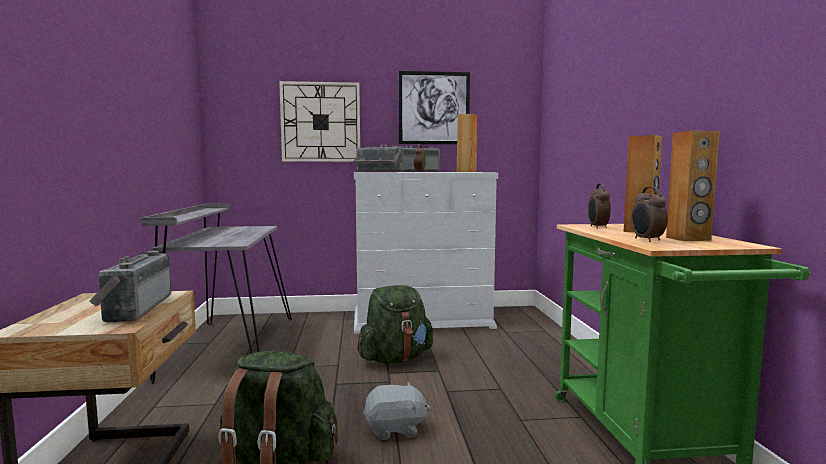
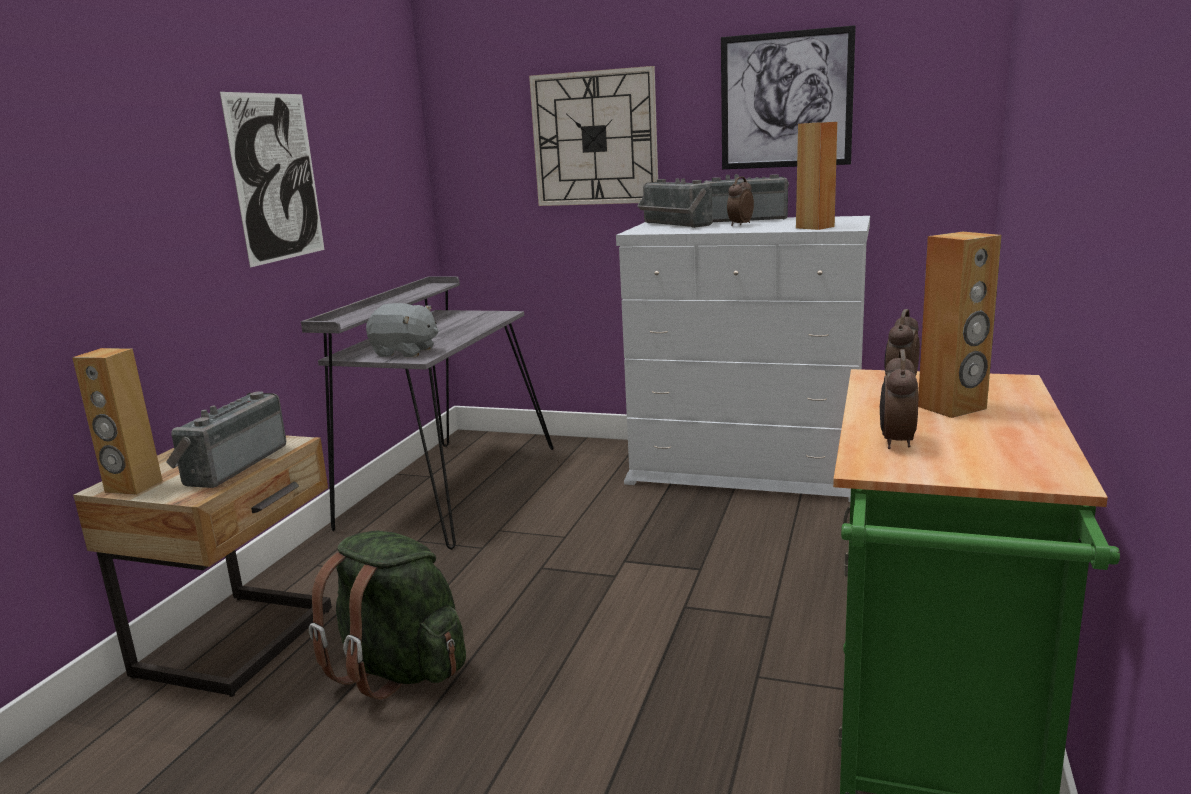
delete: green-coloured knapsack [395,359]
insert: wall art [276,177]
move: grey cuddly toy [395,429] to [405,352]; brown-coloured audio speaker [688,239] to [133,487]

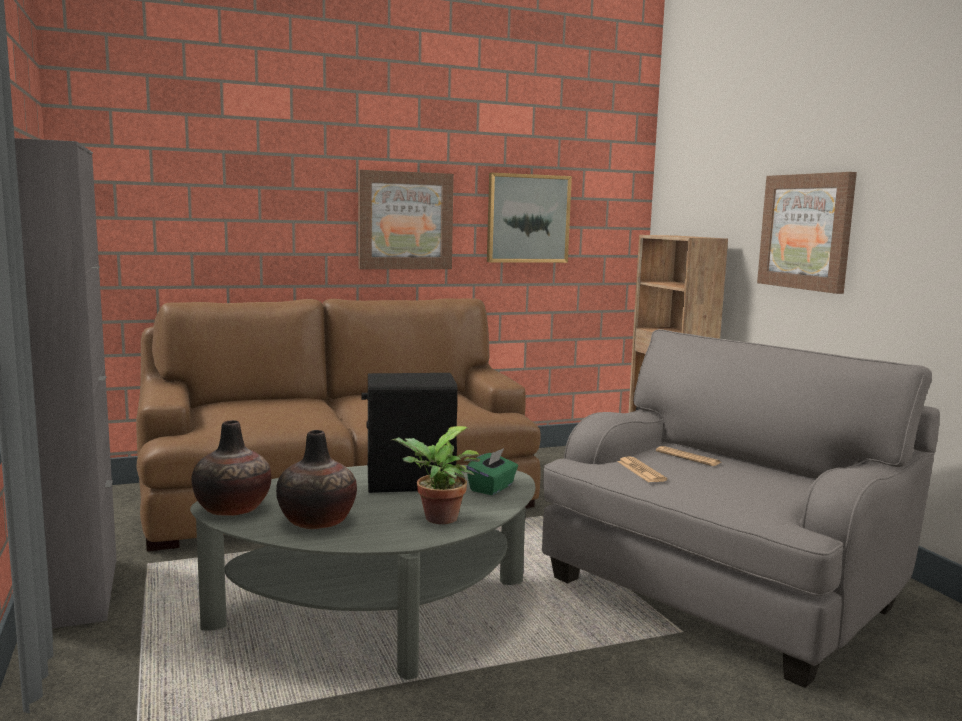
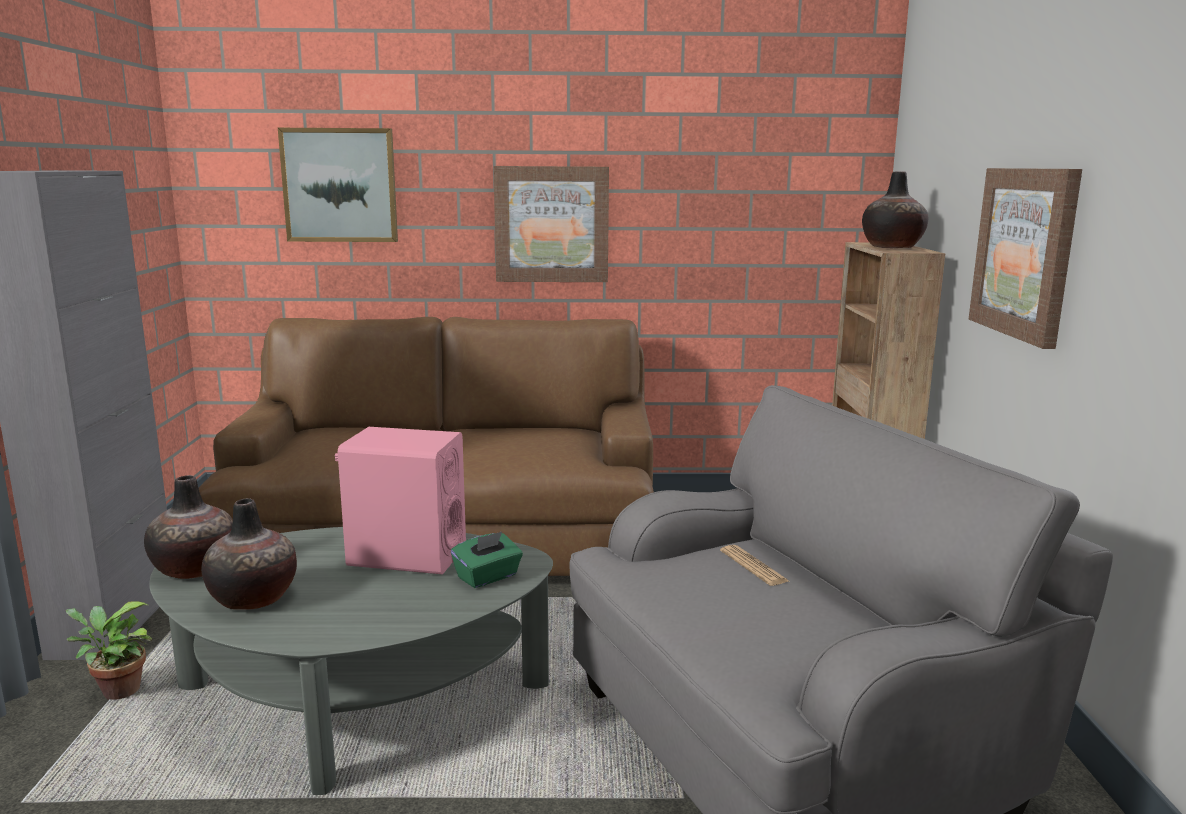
delete: printed paper [641,471]
insert: flower vase [892,247]
move: houseplant [437,519] to [116,691]; wall art [528,218] to [340,185]
recolor: blackish audio speaker [409,482] to pinkish audio speaker [406,556]

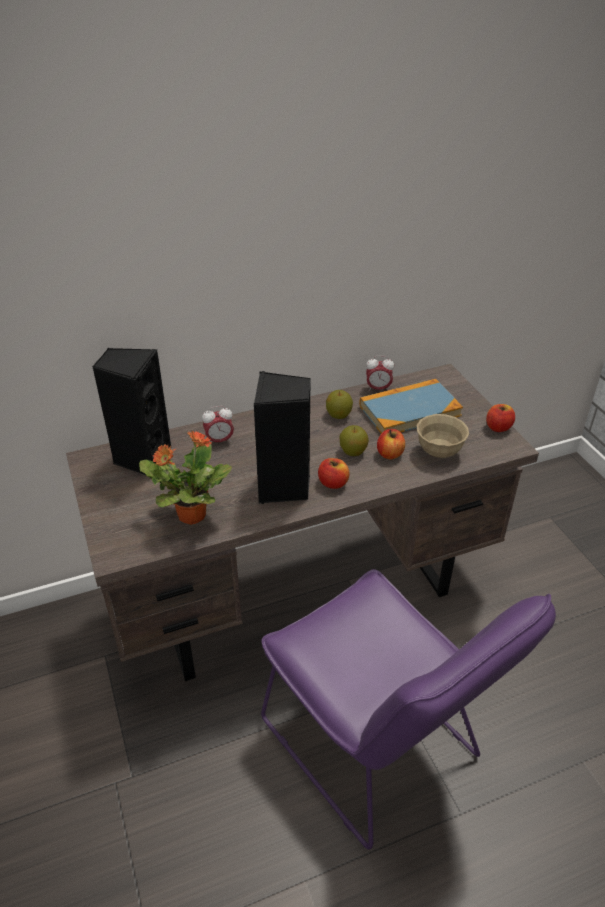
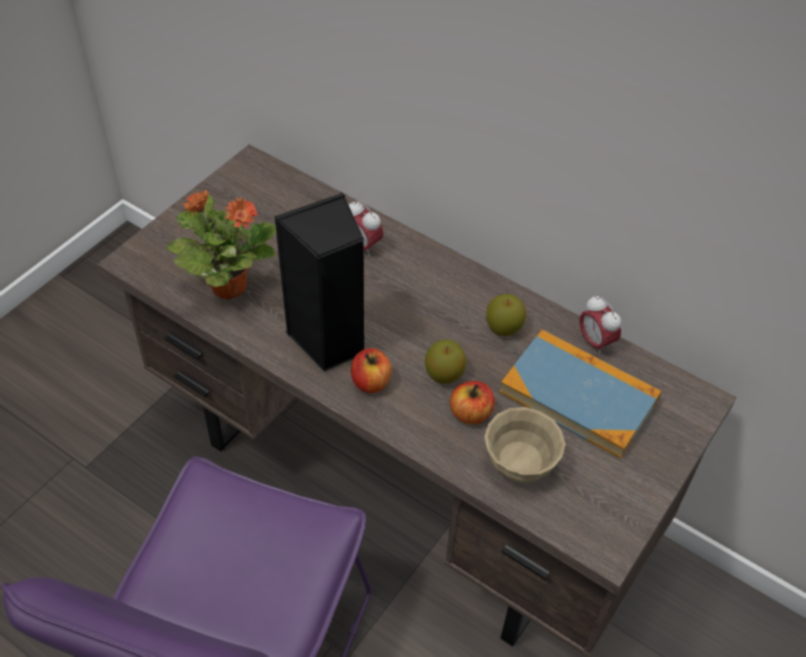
delete: blackish audio speaker [142,458]; apple [498,427]

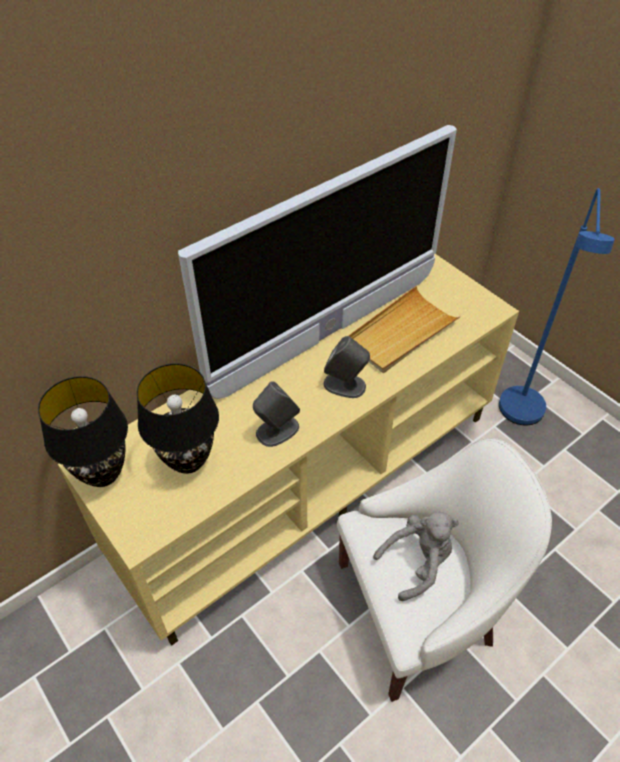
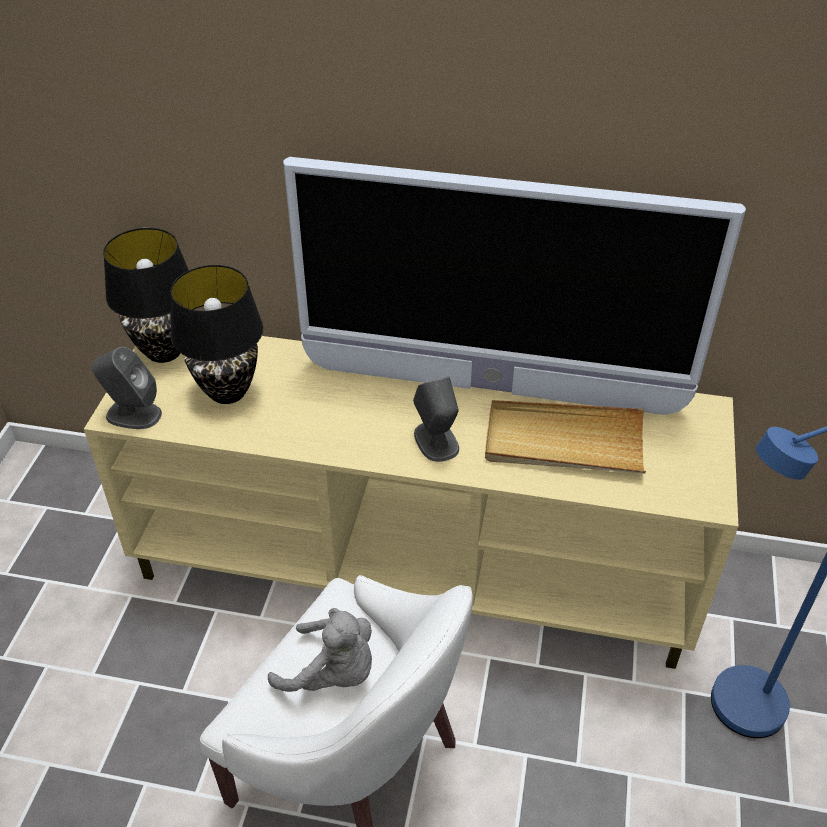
move: grey audio speaker [277,430] to [133,414]

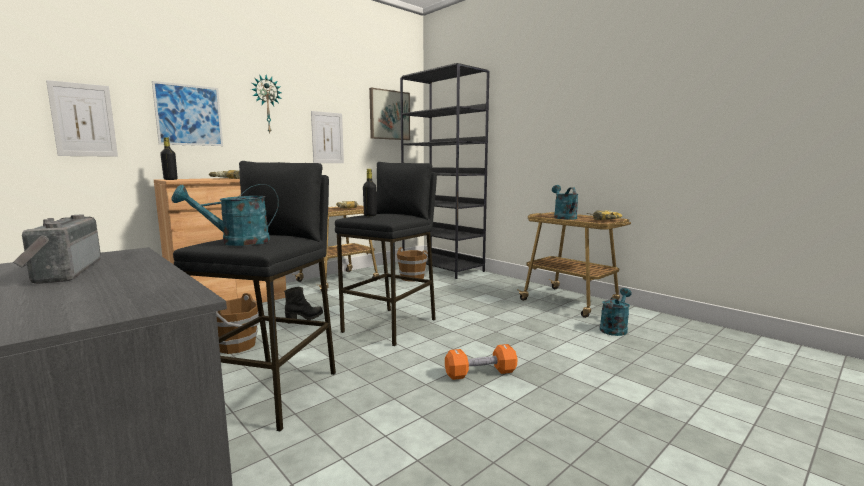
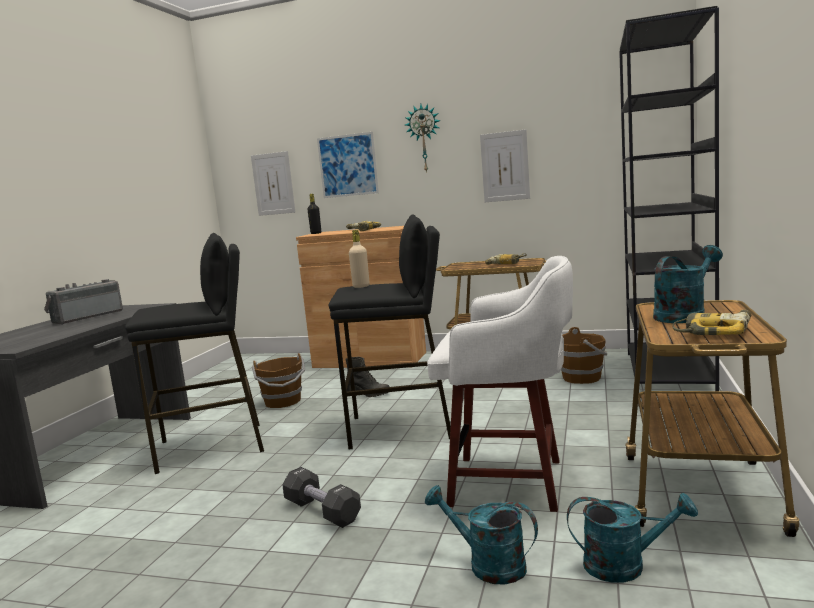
delete: wall art [389,115]
insert: white stool seat [512,482]
move: turquoise-coloured watering pot [236,242] to [487,565]
recolor: blackish bottle [370,215] to sand-coloured bottle [361,286]; orange hand weight [480,373] to blackish hand weight [322,511]

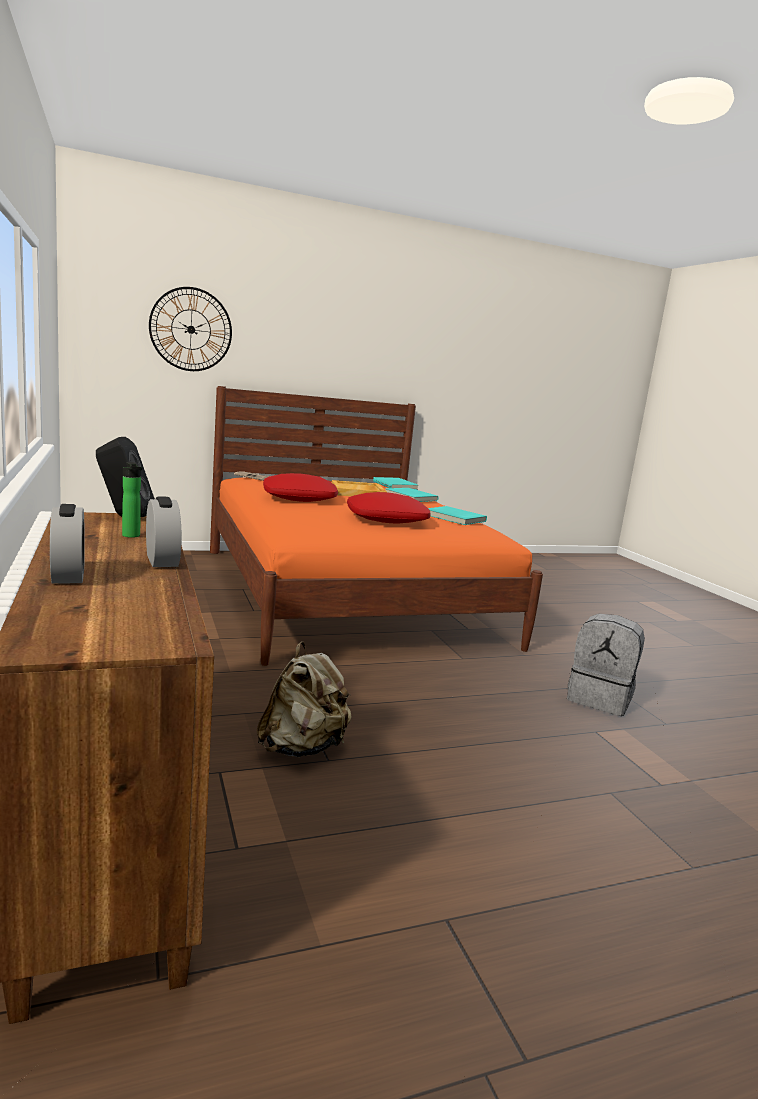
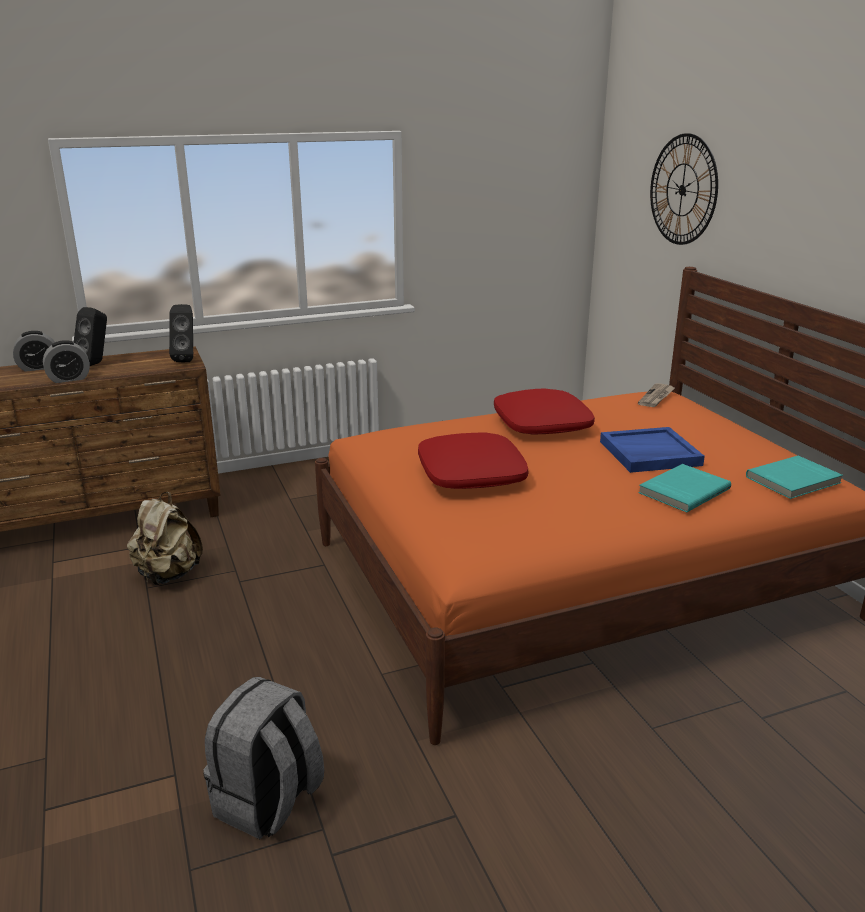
delete: bottle [132,536]; turquoise-coloured bound book [454,518]
insert: blackish audio speaker [96,363]
recolor: sand-coloured carrying tray [358,492] to blue carrying tray [649,453]

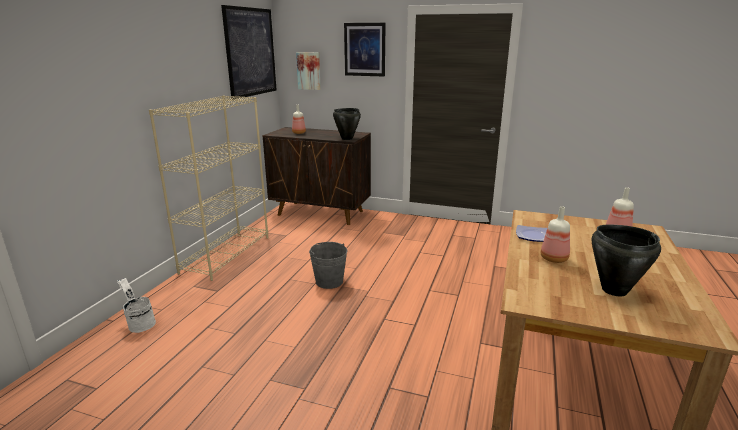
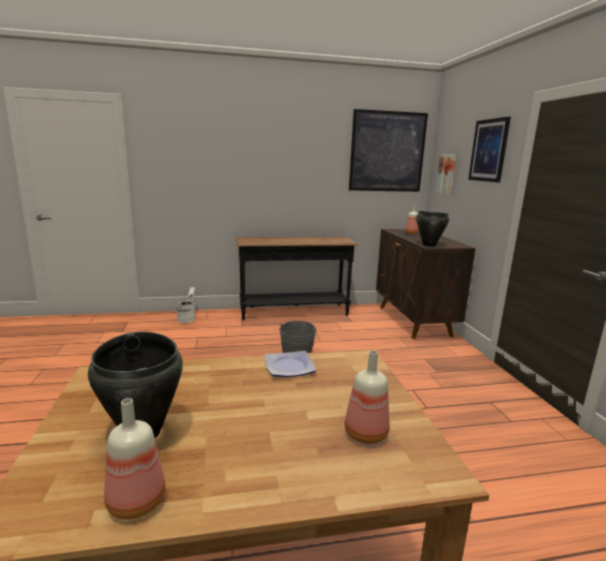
move: bottle [554,259] to [136,503]
replace: sand-coloured bookshelf [226,254] to blackish narrow table [294,312]

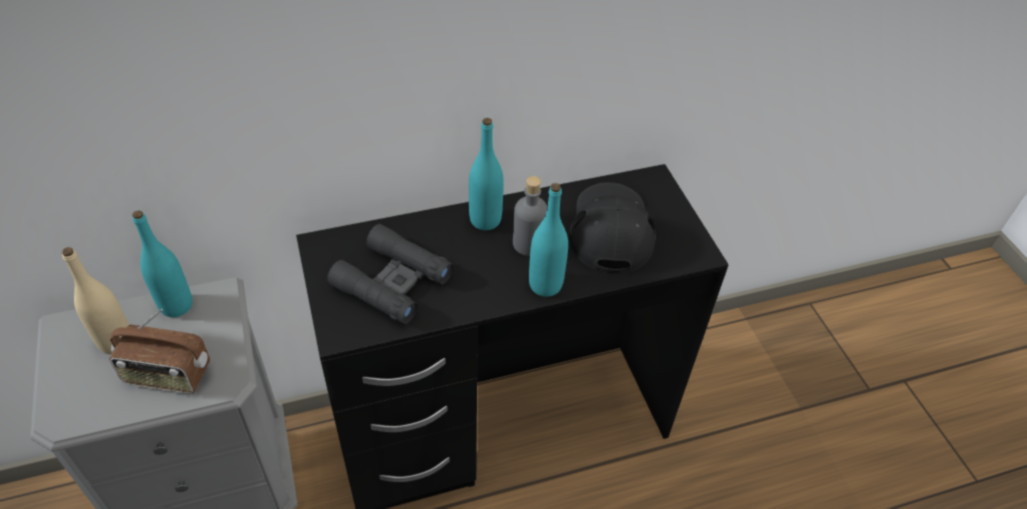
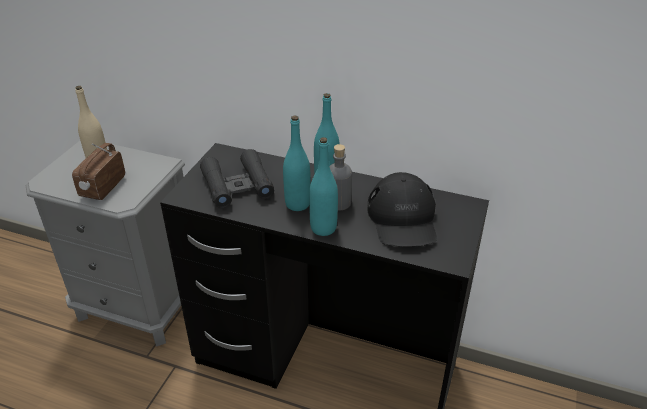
move: turquoise-coloured bottle [176,305] to [297,204]
rotate: radio receiver [167,376] = [102,187] 60 degrees clockwise; blackish cap [610,229] = [403,219] 135 degrees clockwise

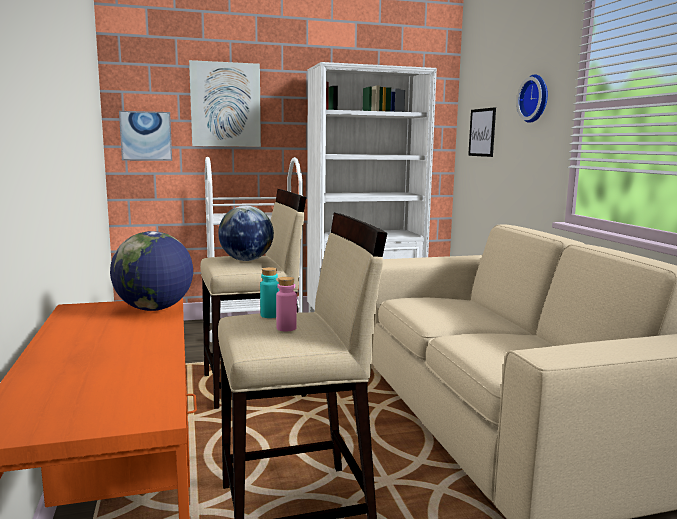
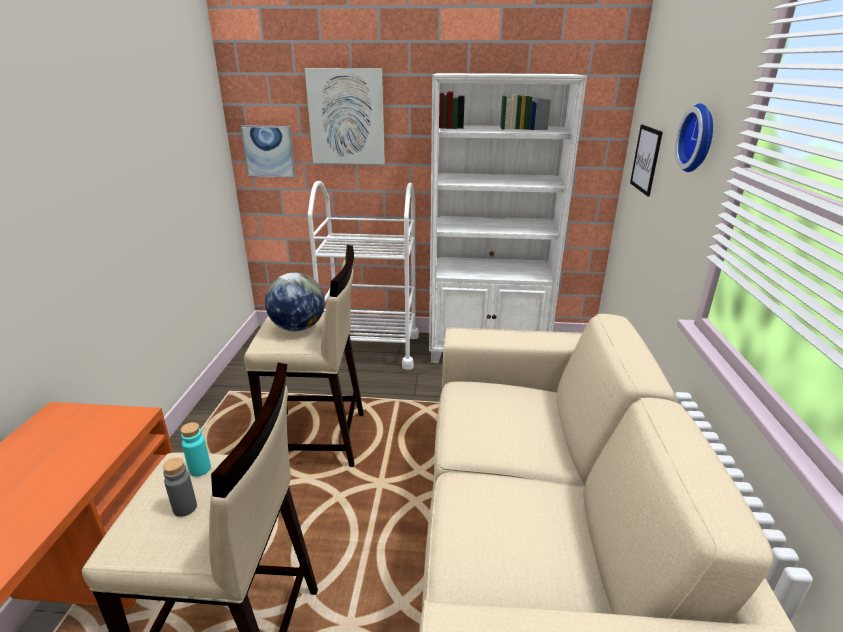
delete: globe [154,309]
recolor: pinkish bottle [286,328] to grey bottle [185,508]

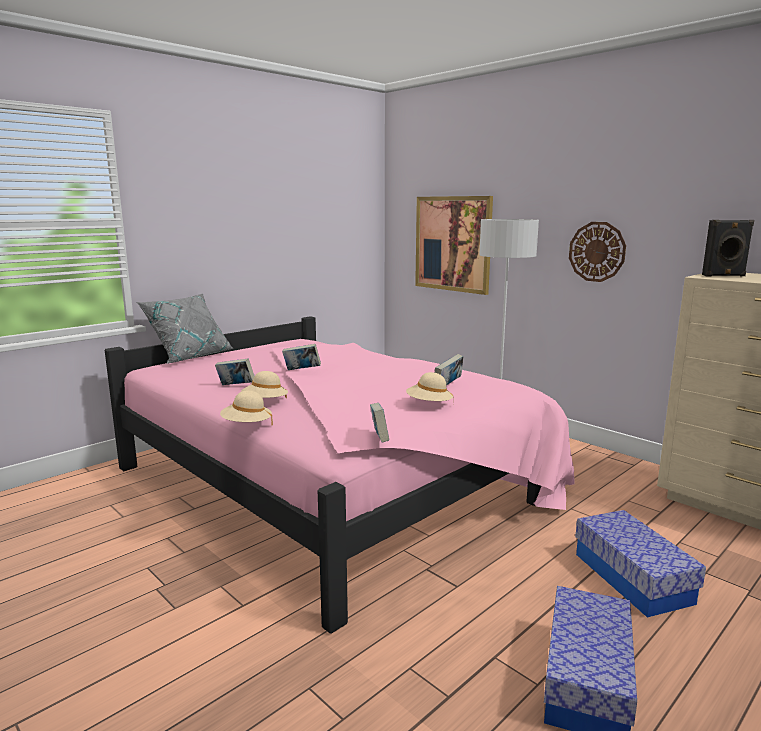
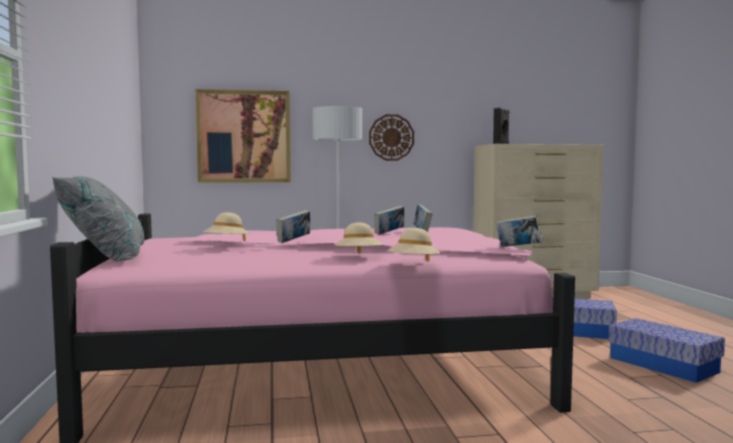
move: bound book [236,386] to [389,233]; sand-coloured wearable hat [429,405] to [227,244]

